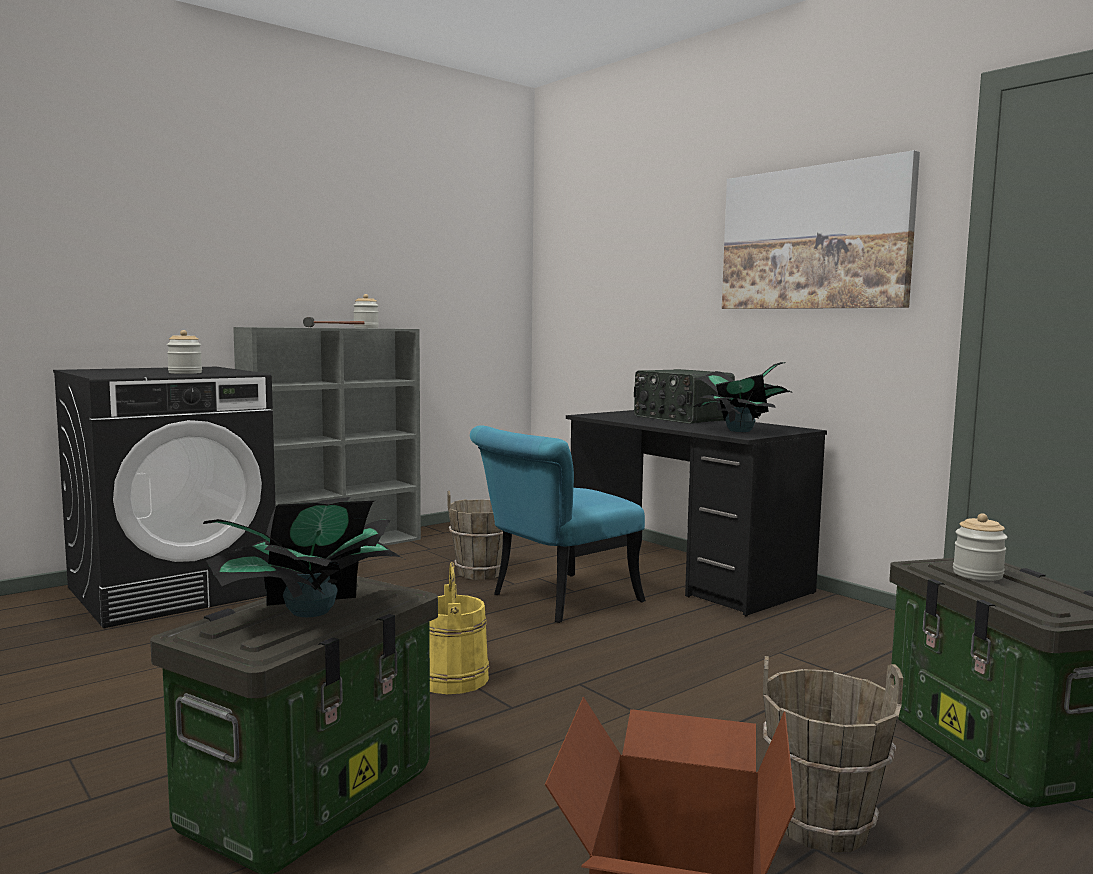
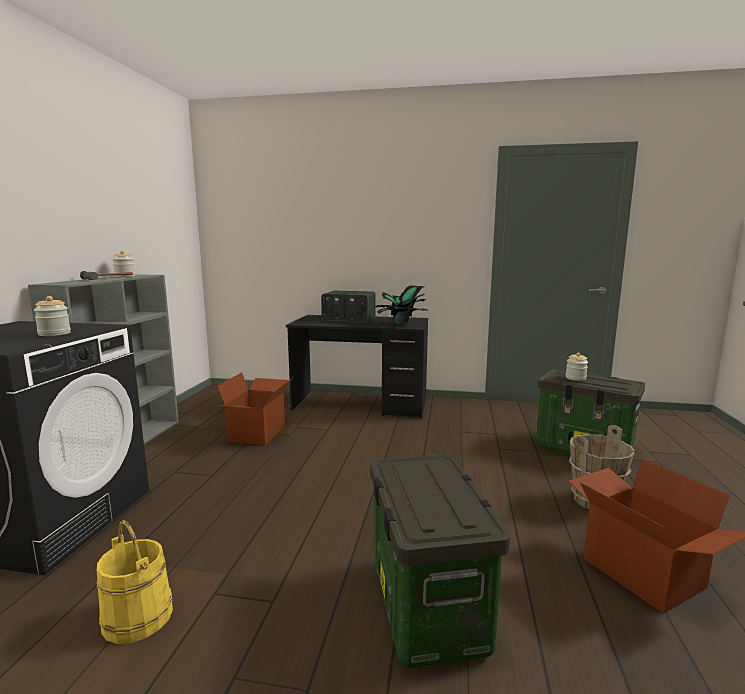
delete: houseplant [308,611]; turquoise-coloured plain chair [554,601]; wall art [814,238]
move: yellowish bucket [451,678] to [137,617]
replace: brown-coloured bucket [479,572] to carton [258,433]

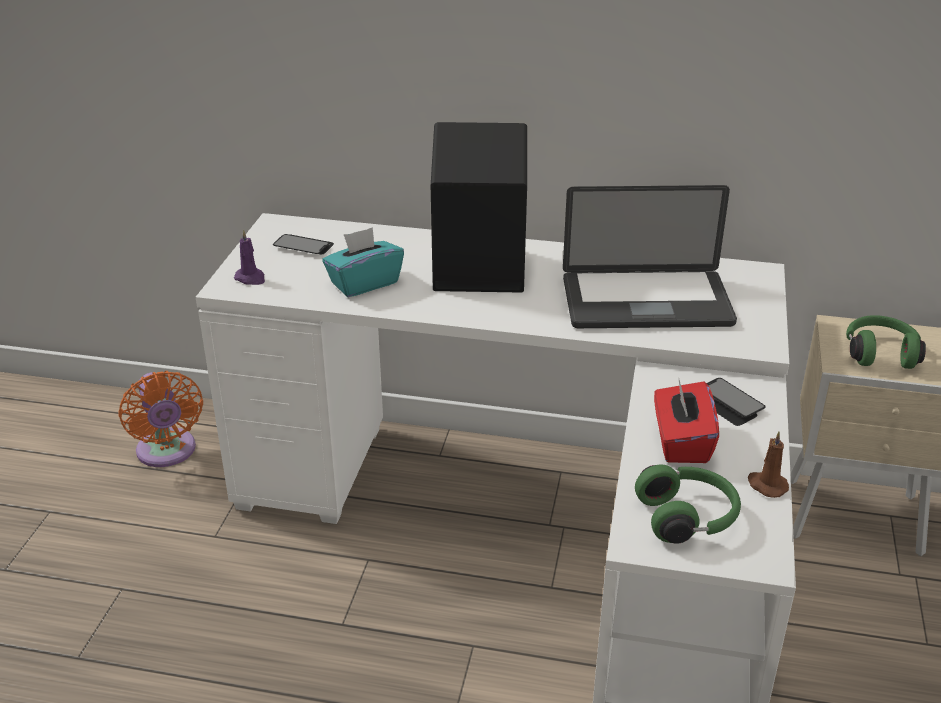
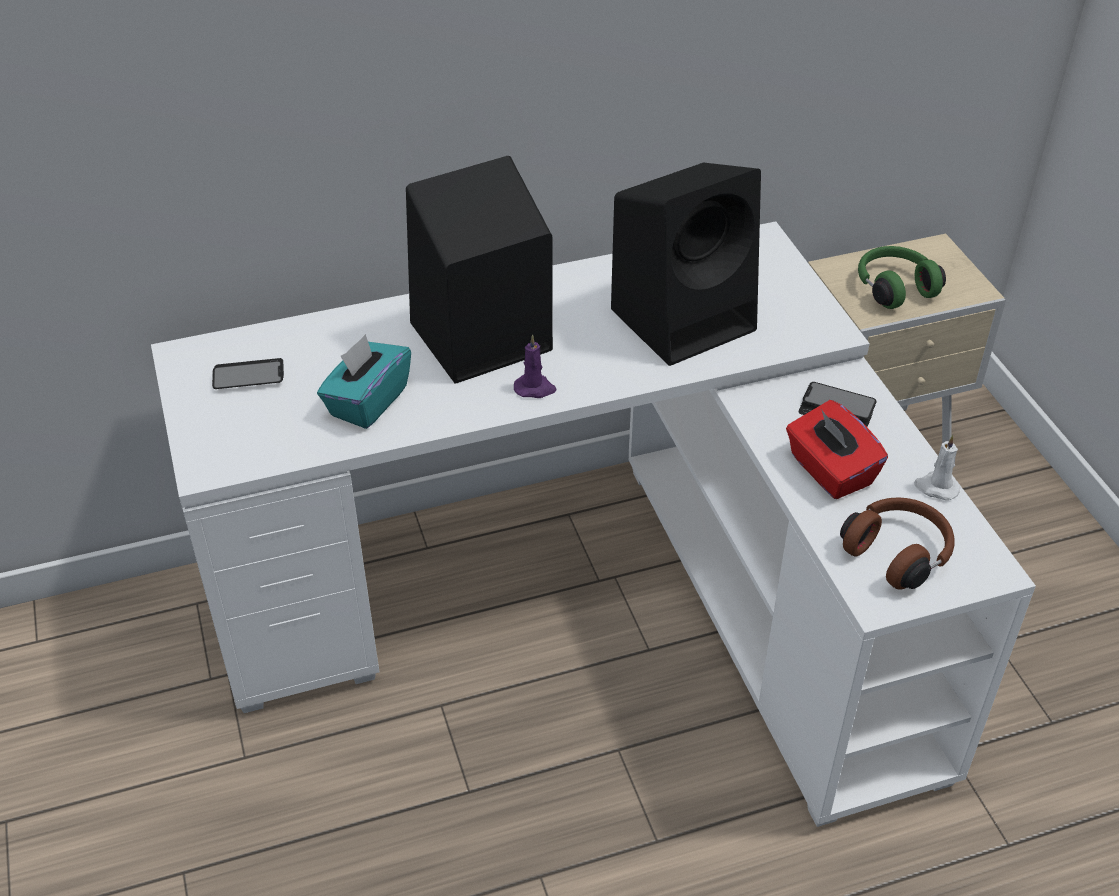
delete: orange cooling fan [167,453]
move: purple wax light [251,278] to [535,388]
replace: portable computer [646,302] to blackish audio speaker [685,318]
recolor: green-coloured headphones [688,517] to brown-coloured headphones [898,553]; brown-coloured wax light [766,485] to white wax light [936,487]

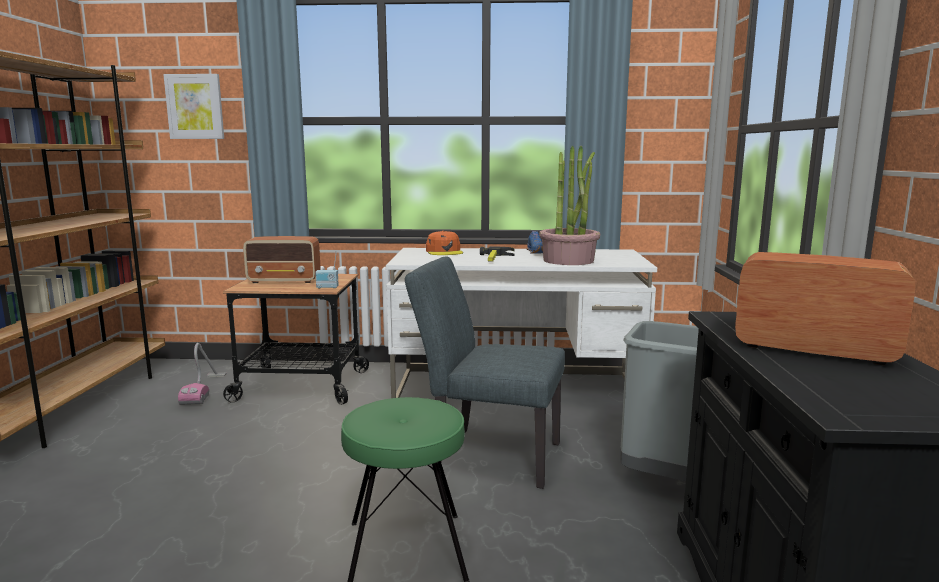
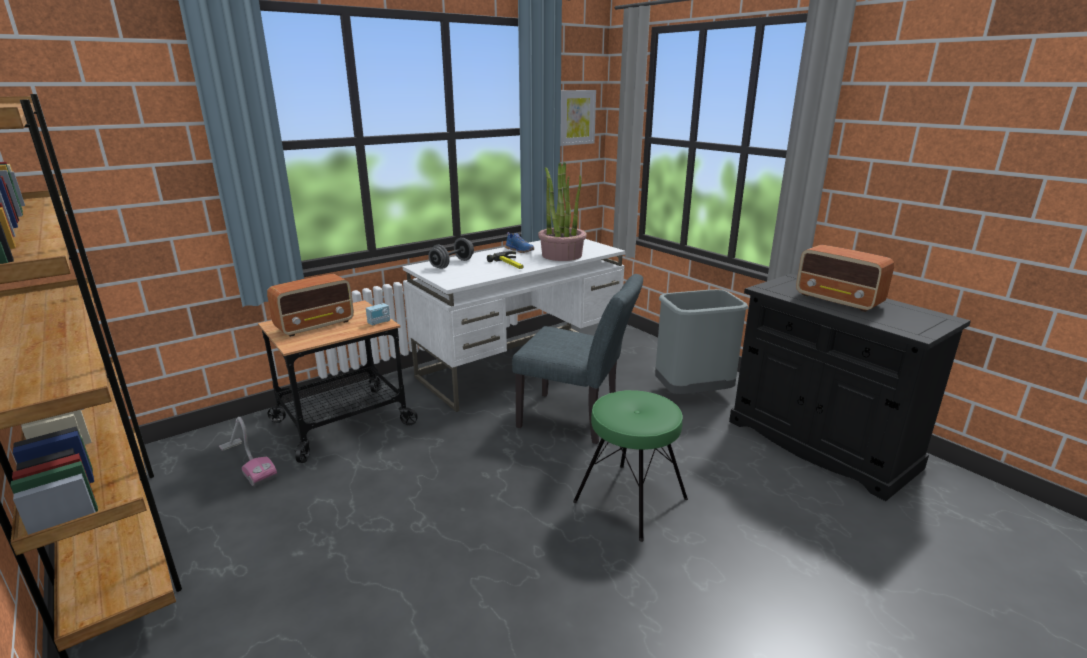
move: wall art [195,107] to [576,117]
replace: orange cap [444,252] to grey hand weight [452,264]
rotate: grey plain chair [487,455] = [576,419] 135 degrees counterclockwise; radio receiver [811,349] = [839,300] 120 degrees counterclockwise

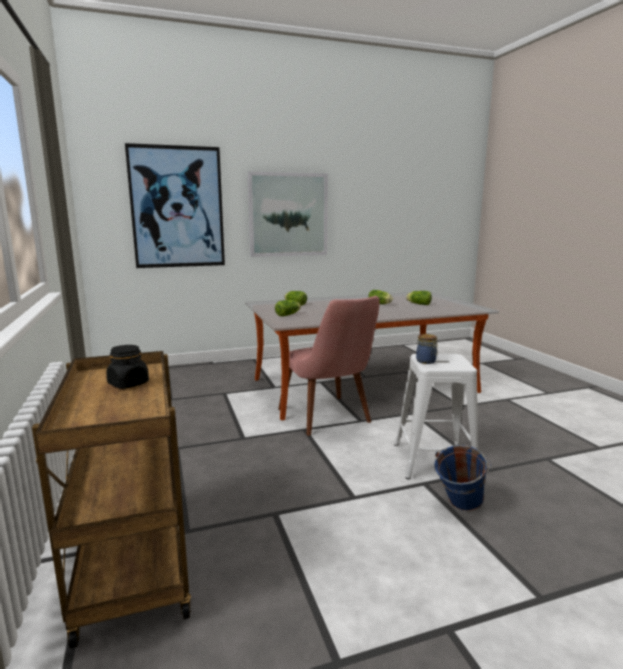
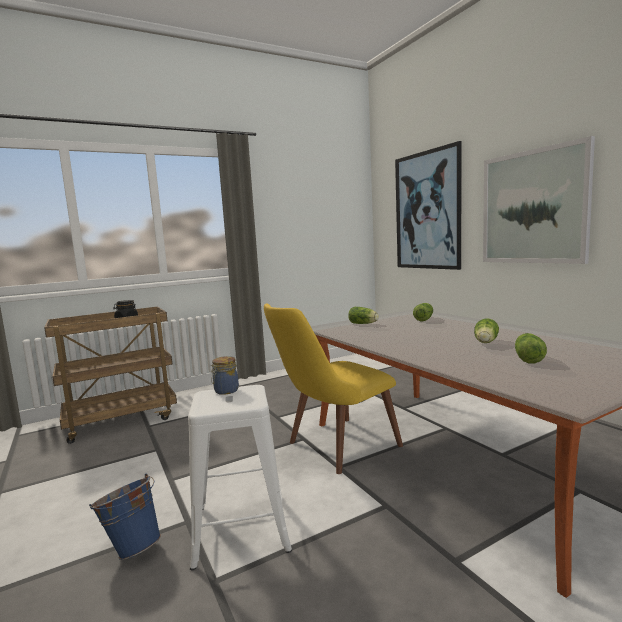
recolor: pinkish plain chair [330,419] to yellowish plain chair [333,448]

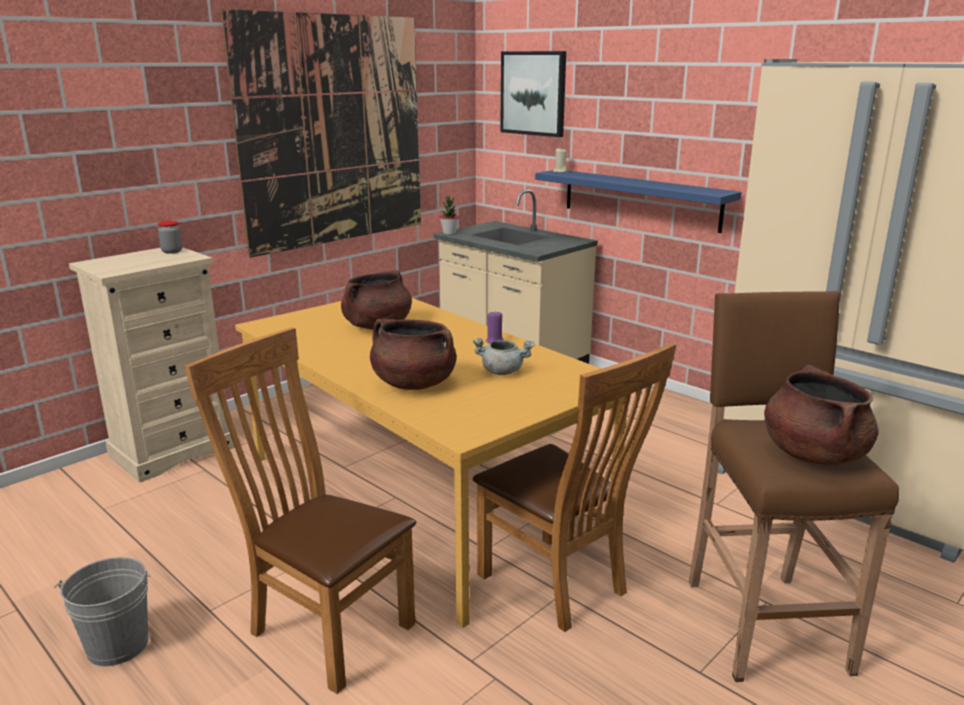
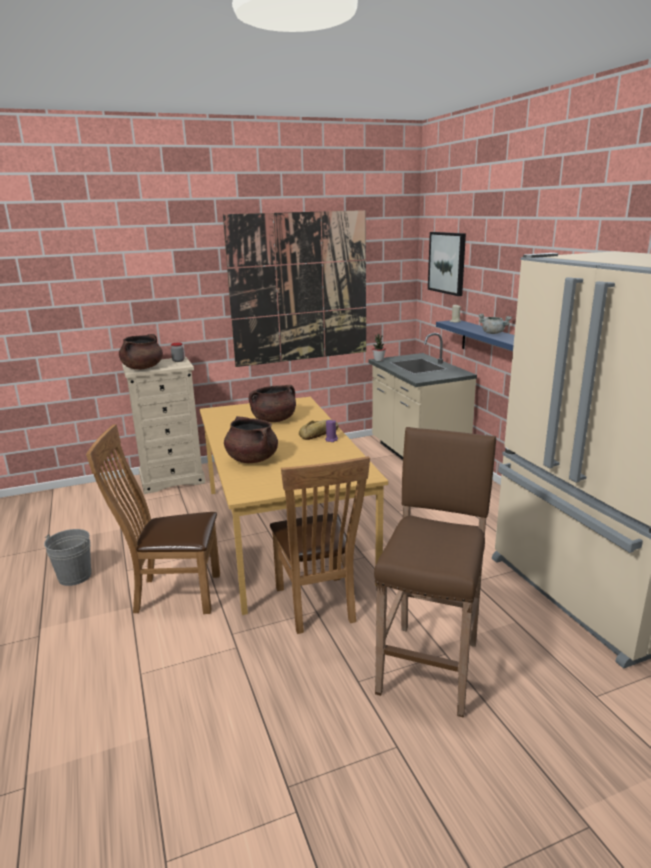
insert: baked bread [320,433]
move: grey saucepot [503,371] to [493,333]; brown-coloured saucepot [813,454] to [143,368]
rotate: brown-coloured plain chair [323,627] = [172,594] 60 degrees counterclockwise

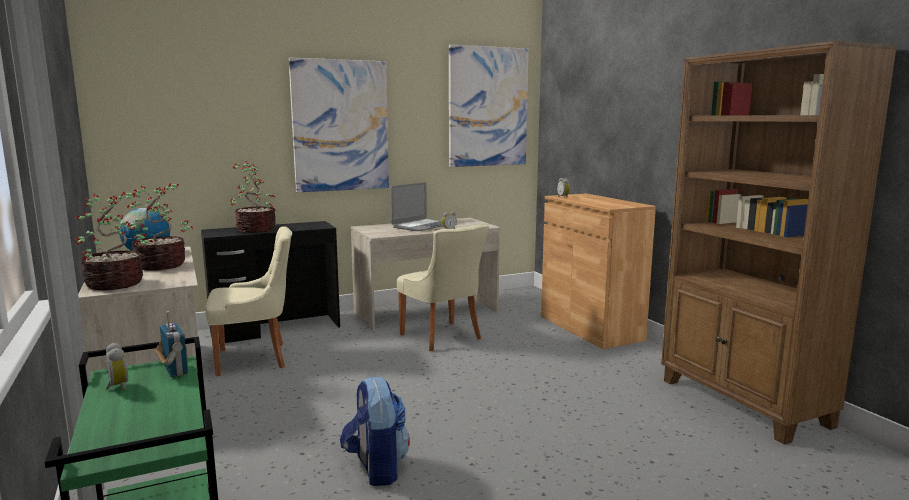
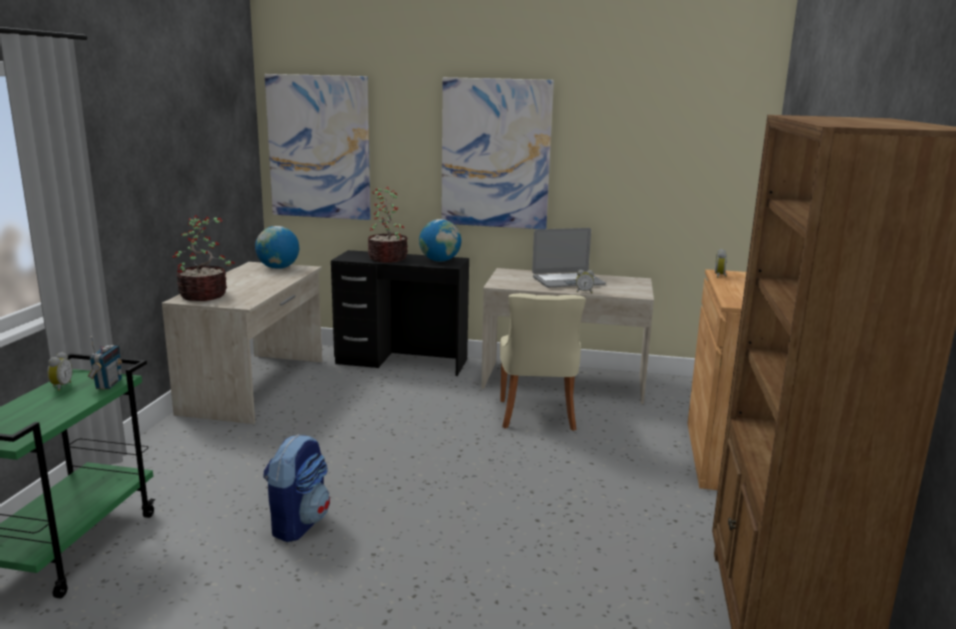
delete: houseplant [162,265]; sand-coloured plain chair [255,358]
insert: globe [440,261]
move: wall art [488,107] to [319,147]

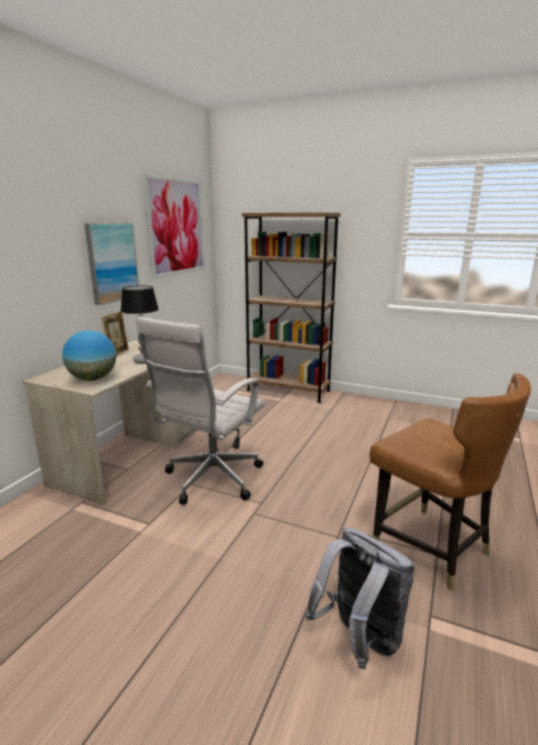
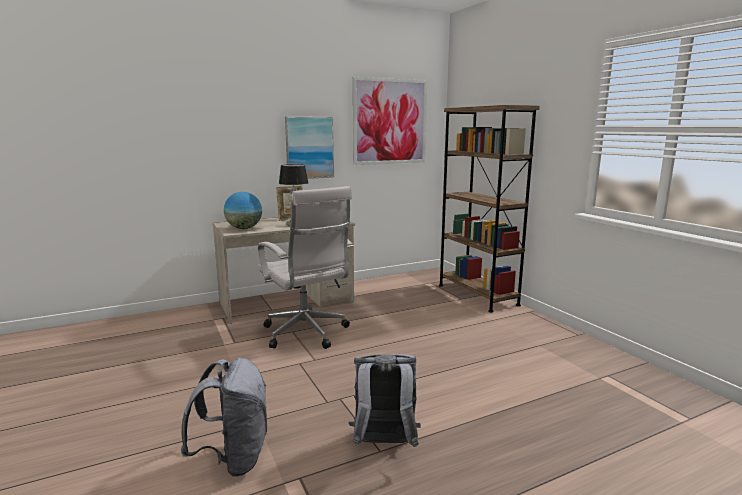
replace: brown-coloured plain chair [431,547] to grey knapsack [384,445]
rotate: white office chair [210,480] = [307,334] 105 degrees counterclockwise

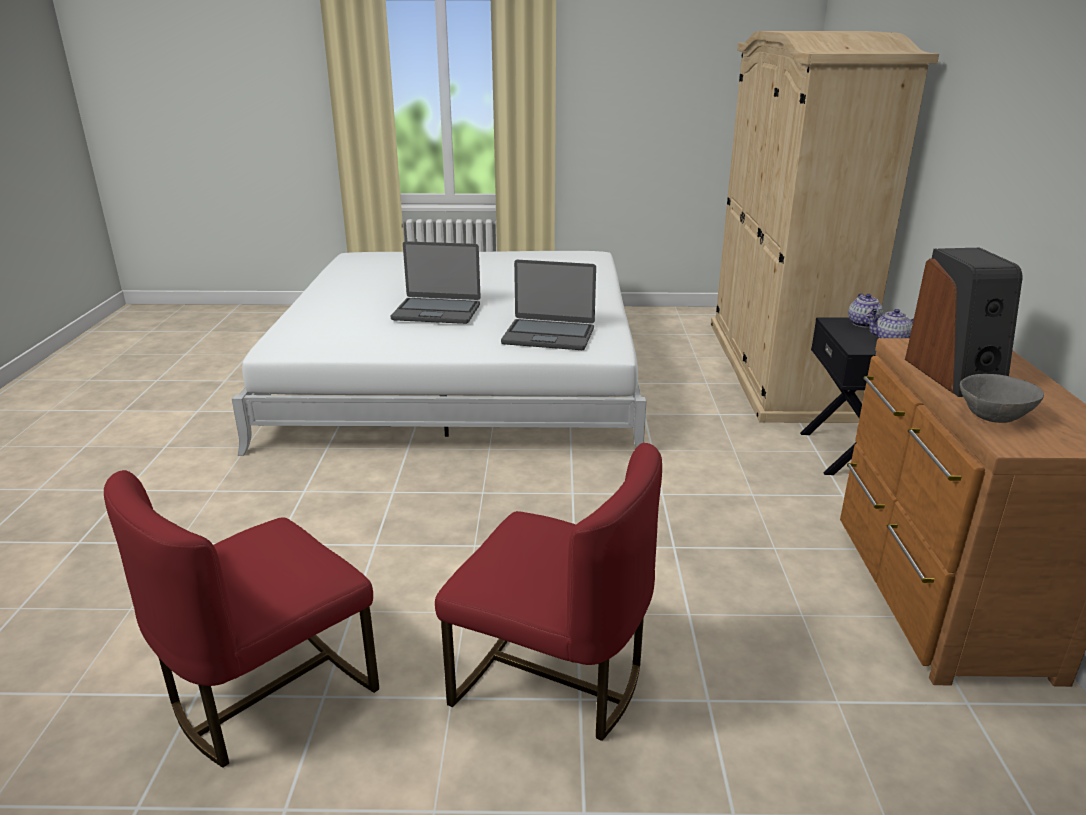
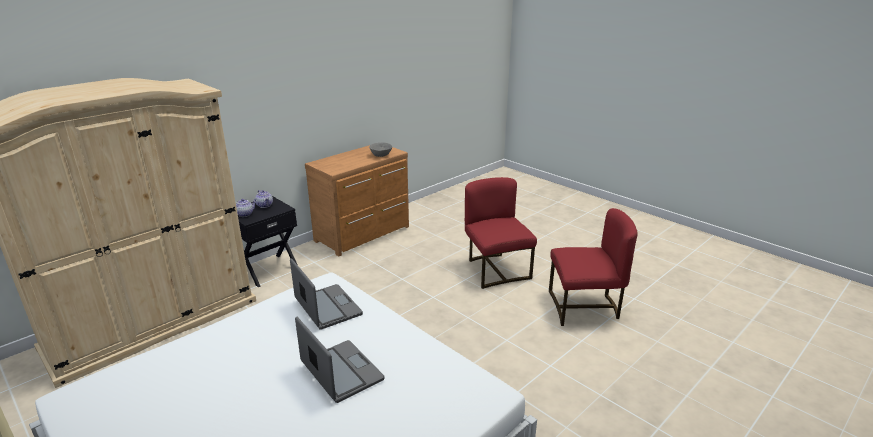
delete: audio speaker [955,375]

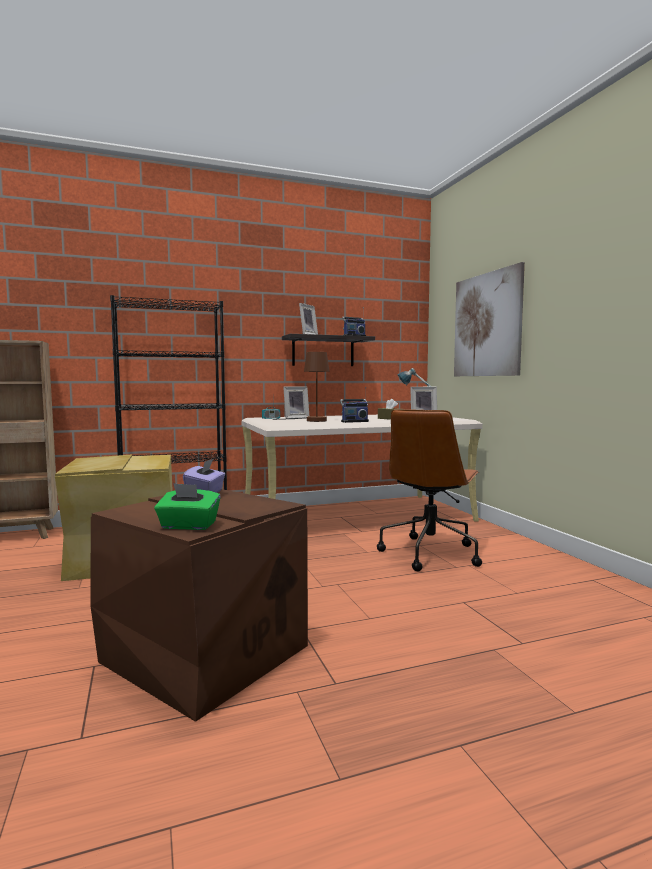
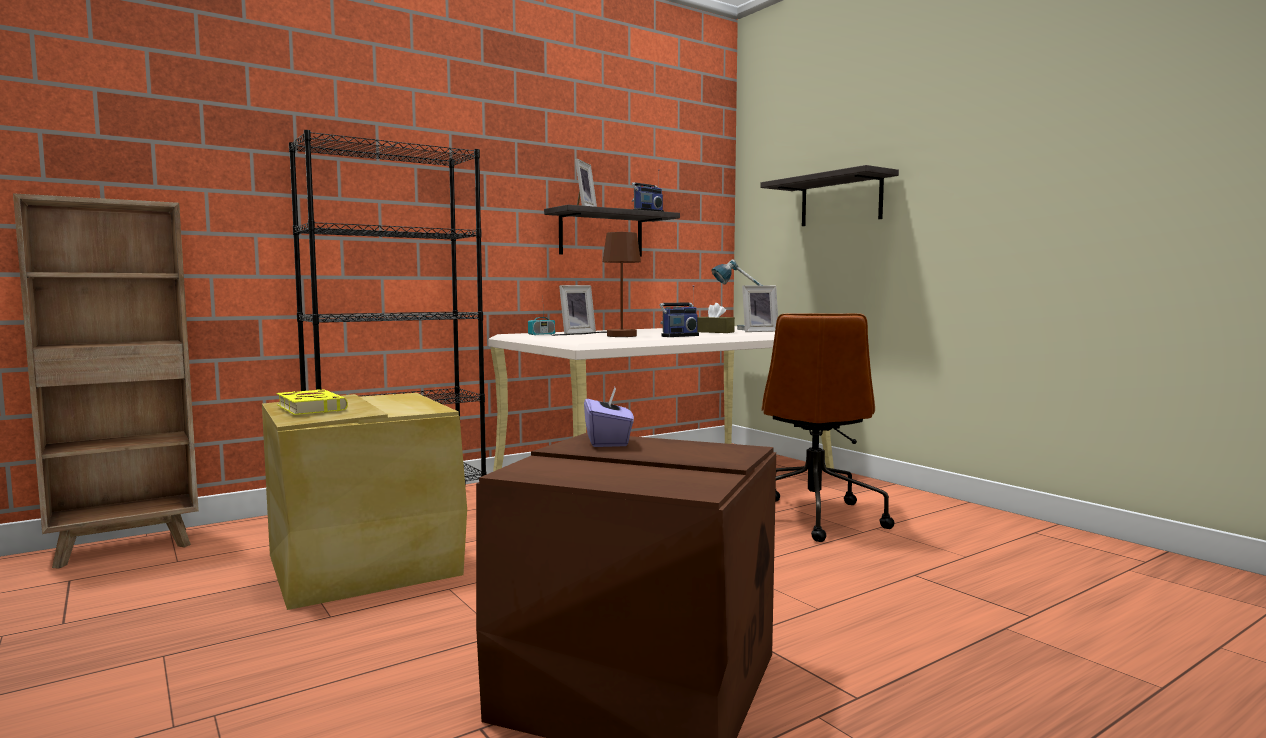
delete: green-coloured box of tissues [188,526]
insert: yellowish bound book [310,407]
replace: wall art [487,325] to shelf [841,200]

